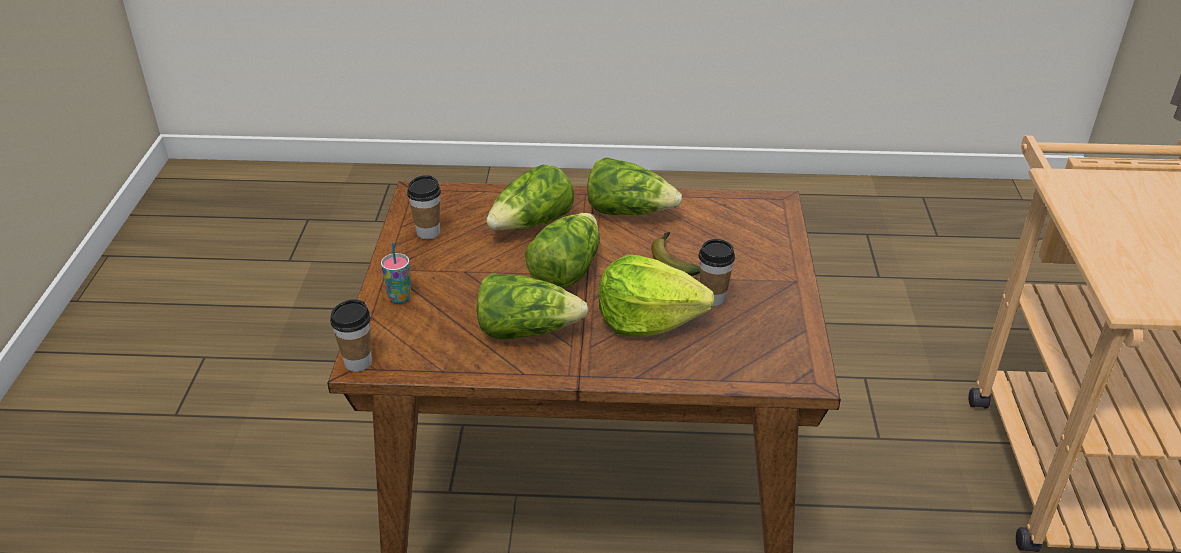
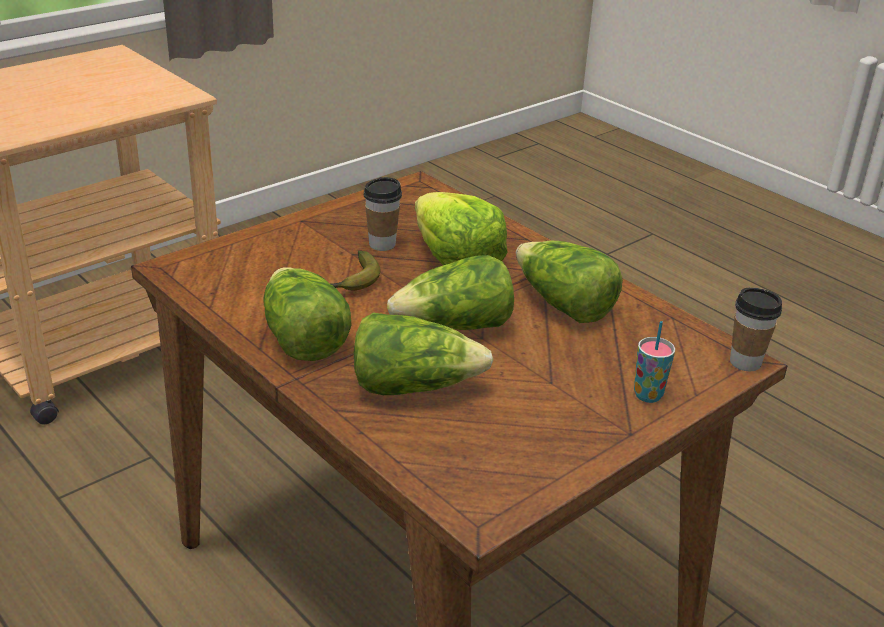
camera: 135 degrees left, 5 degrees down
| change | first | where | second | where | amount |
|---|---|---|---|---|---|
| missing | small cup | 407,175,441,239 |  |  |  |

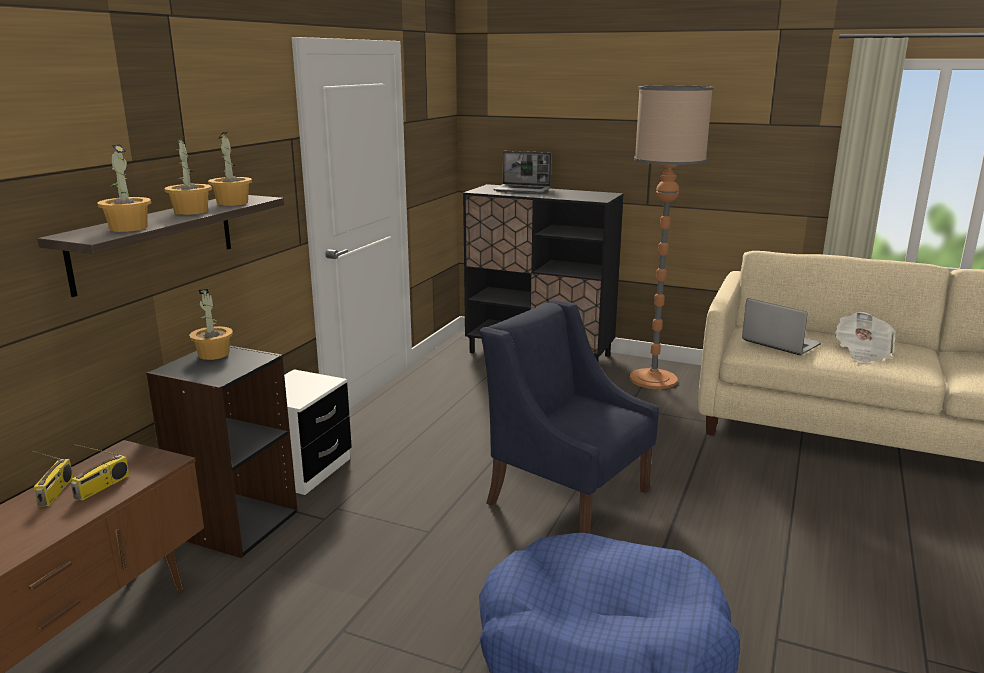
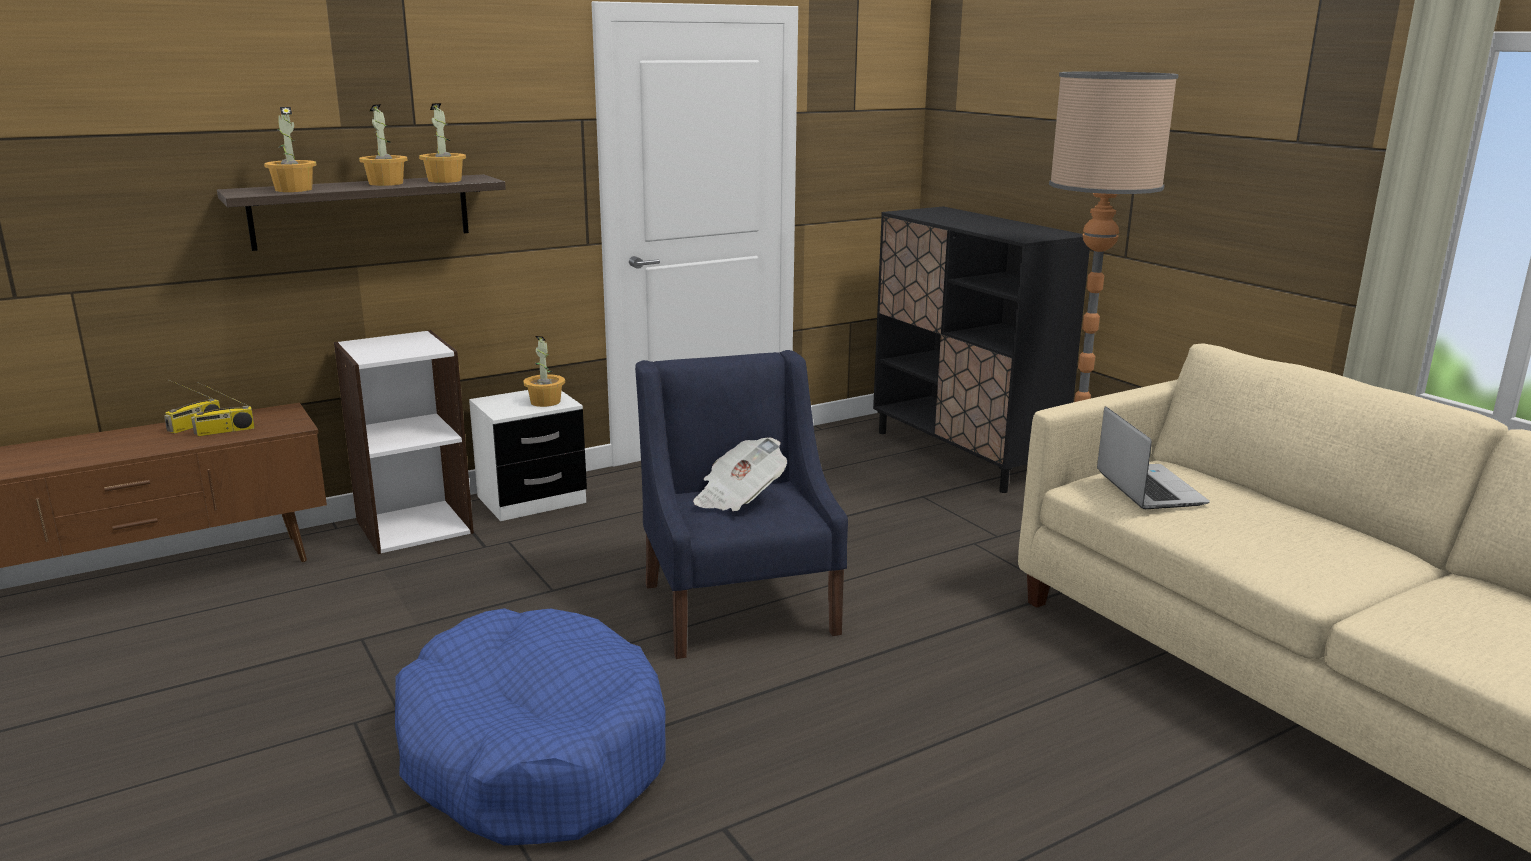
camera: 35 degrees right, 0 degrees up
| change | first | where | second | where | amount |
|---|---|---|---|---|---|
| colour | bookshelf (black) | 146,346,298,558 | bookshelf (whitish) | 334,330,474,554 |  |
| relocated | potted plant | 189,289,233,360 |  | 523,336,565,407 |  |
| relocated | daily paper | 834,312,896,363 |  | 693,438,787,511 |  |
| missing | notebook computer | 493,151,552,193 |  |  |  |

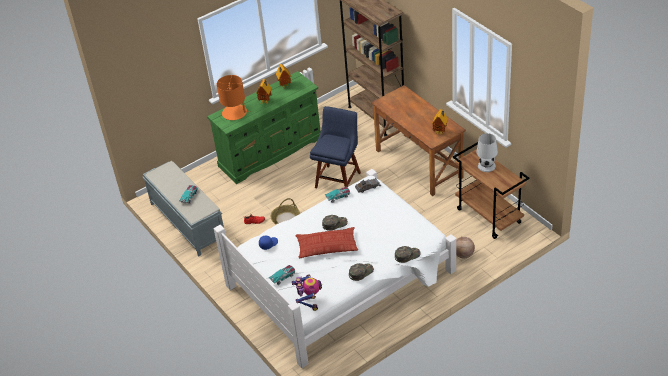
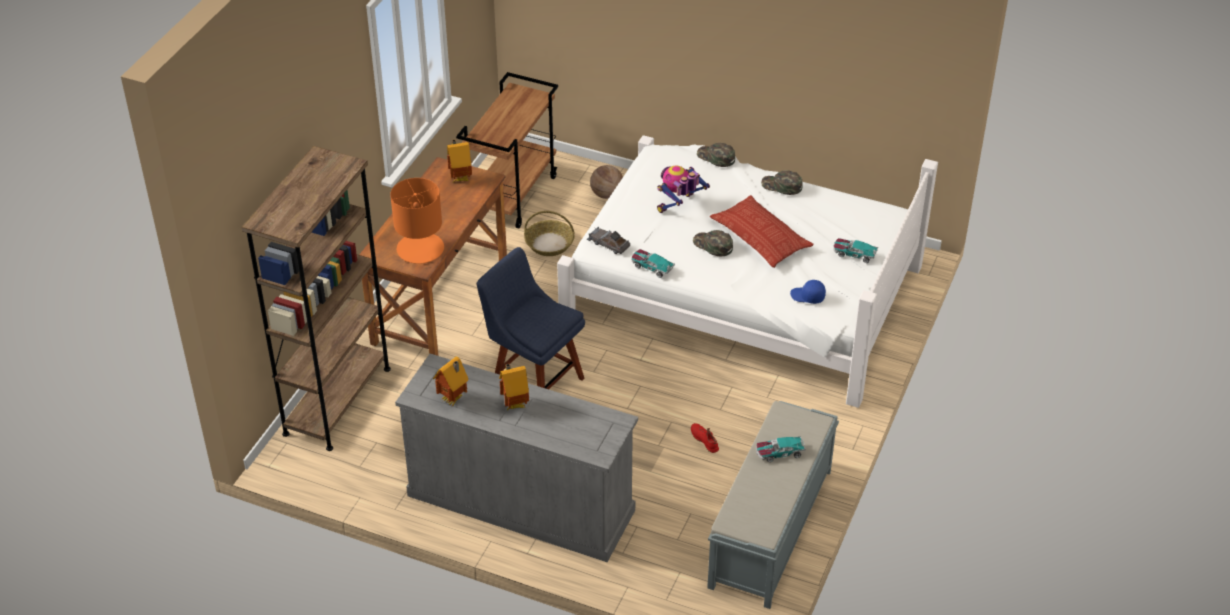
camera: 125 degrees left, 0 degrees up
| change | first | where | second | where | amount |
|---|---|---|---|---|---|
| relocated | table lamp (orangey) | 217,75,250,120 |  | 390,178,444,264 |  |
| colour | dresser (green) | 207,71,321,184 | dresser (greyish) | 395,354,638,562 |  |
| spun | plain chair (blue) | 310,106,361,189 |  | 477,247,585,389 | 45 degrees clockwise |
| relocated | household basket | 271,198,300,225 |  | 524,211,574,256 |  |
| relocated | model robot | 292,275,322,311 |  | 657,166,710,213 |  |
| missing | table lamp (whitish) | 476,133,498,172 |  |  |  |

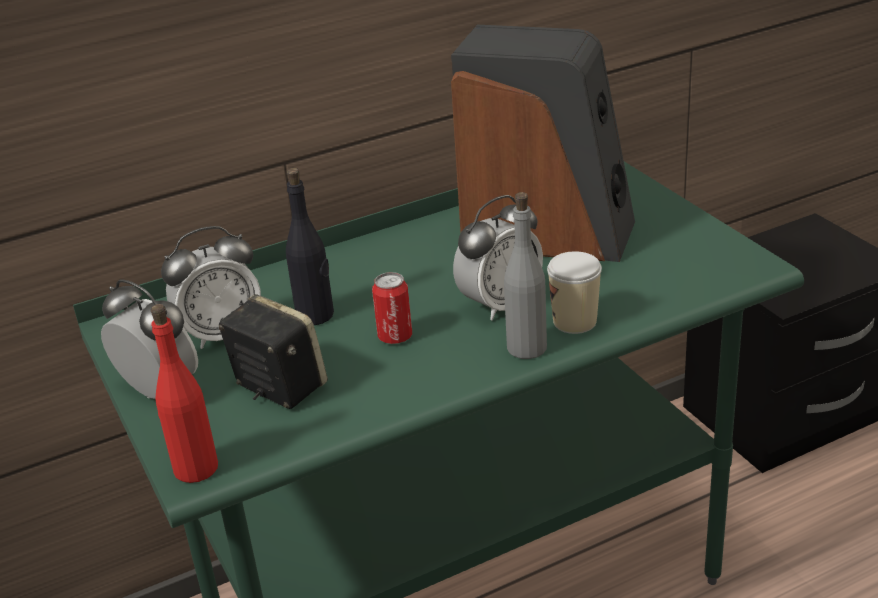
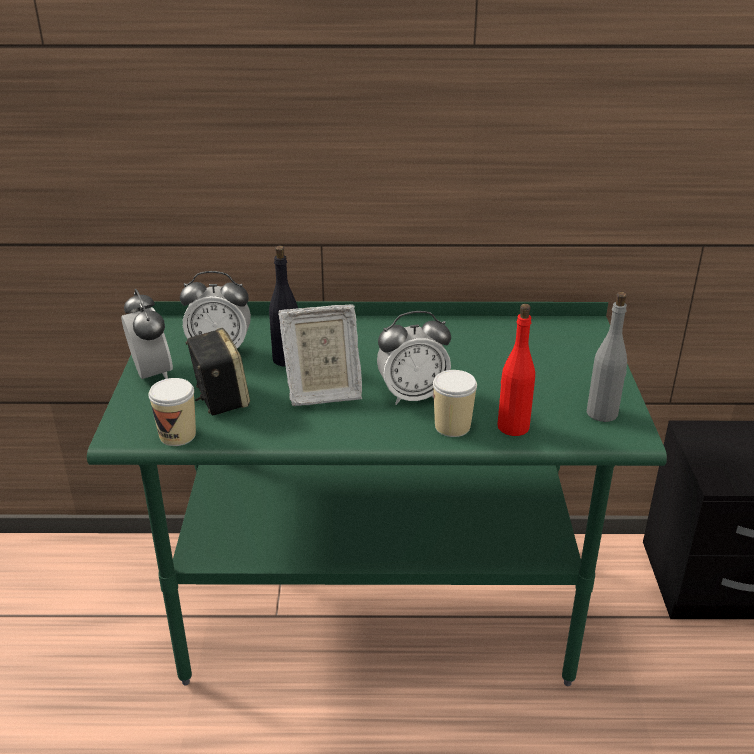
camera: 25 degrees right, 0 degrees up
| change | first | where | second | where | amount |
|---|---|---|---|---|---|
| appeared |  |  | small cup | 149,378,196,446 |  |
| exchanged | metal can | 372,272,412,344 | photo frame | 278,305,362,406 |  |
| relocated | beverage bottle (reddish) | 151,304,218,483 |  | 498,304,535,436 |  |
| relocated | beverage bottle (greyish) | 504,192,547,359 |  | 587,292,627,422 |  |
| missing | audio speaker | 451,25,635,262 |  |  |  |

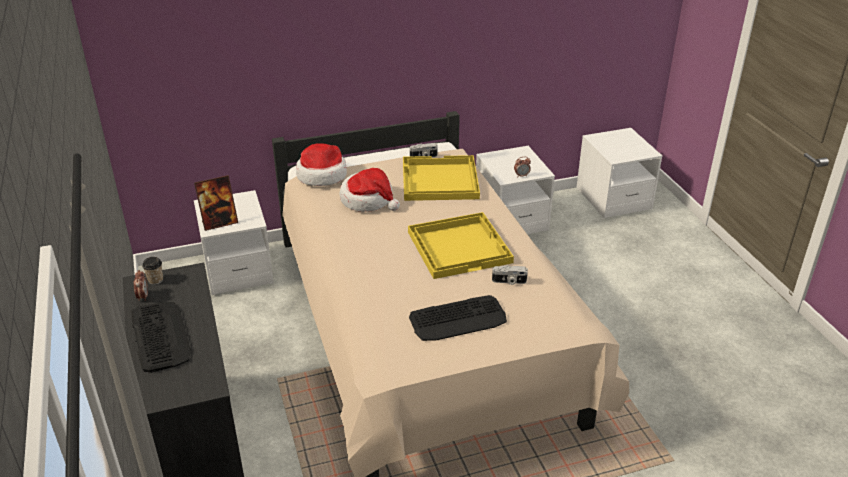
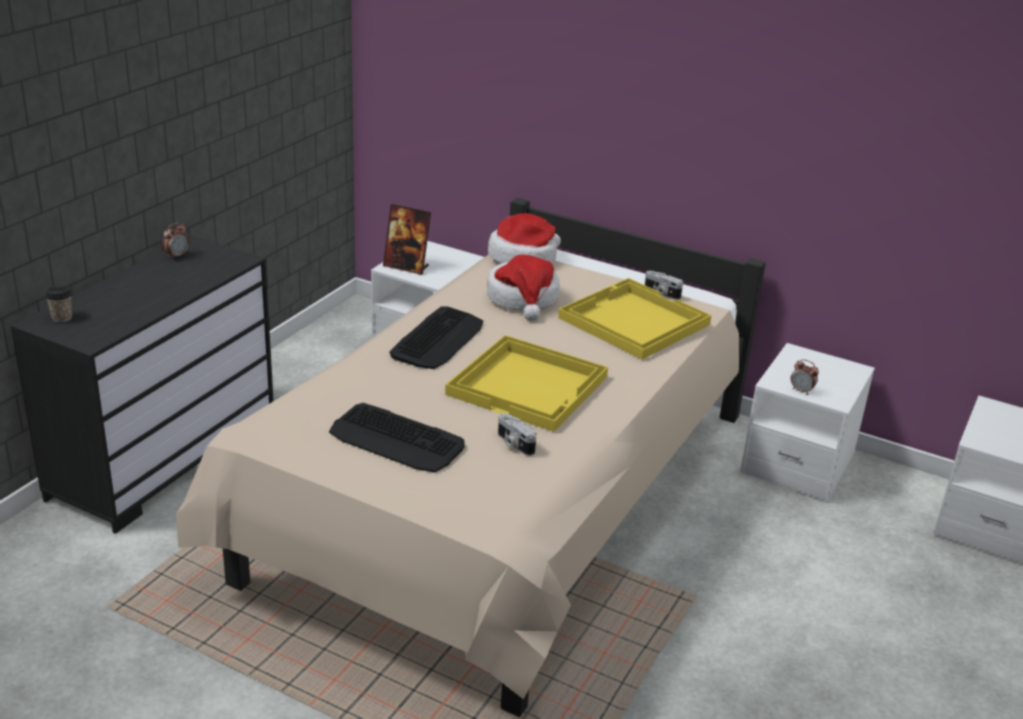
camera: 45 degrees right, 5 degrees down
| change | first | where | second | where | amount |
|---|---|---|---|---|---|
| relocated | small cup | 142,257,163,285 |  | 45,285,72,322 |  |
| relocated | computer keyboard | 131,302,191,373 |  | 389,306,483,369 |  |

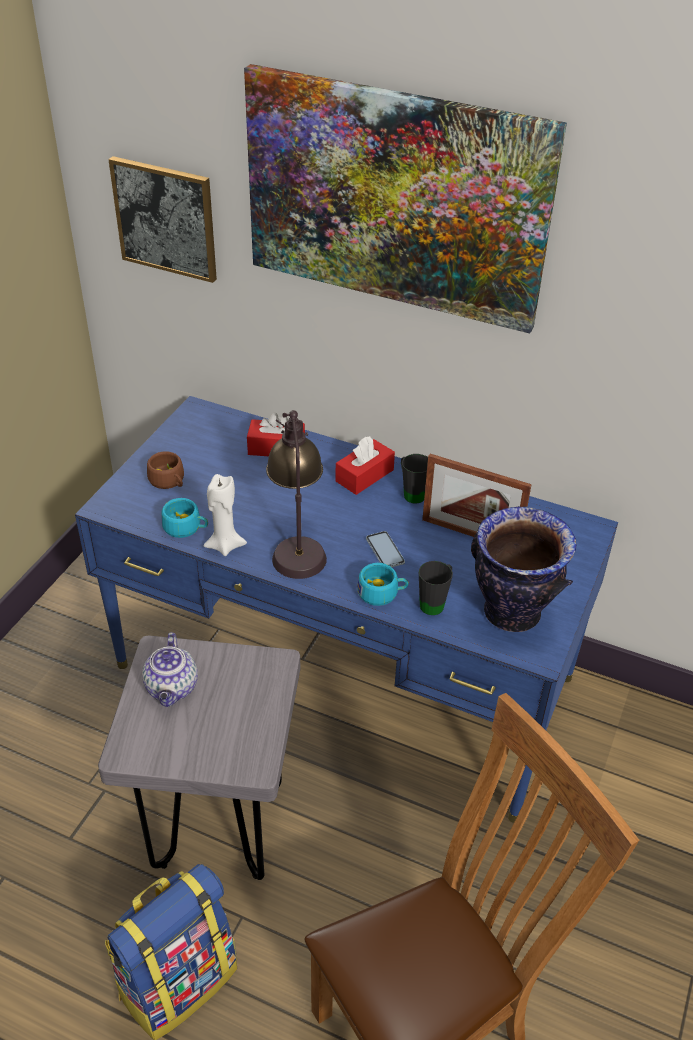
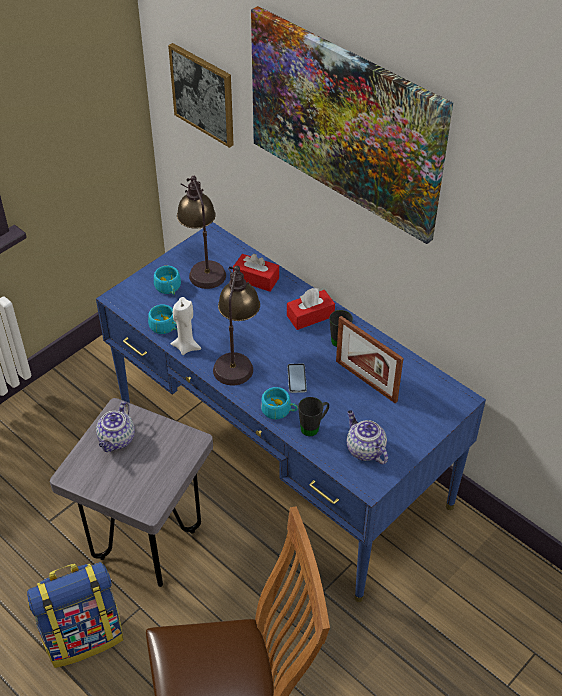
camera: 20 degrees right, 5 degrees up
| change | first | where | second | where | amount |
|---|---|---|---|---|---|
| colour | small cup (brown) | 147,451,184,489 | small cup (turquoise) | 154,266,181,295 |  |
| appeared |  |  | table lamp | 177,176,226,289 |  |
| exchanged | decorative vase | 471,506,576,632 | tea pot | 347,410,388,464 |  |

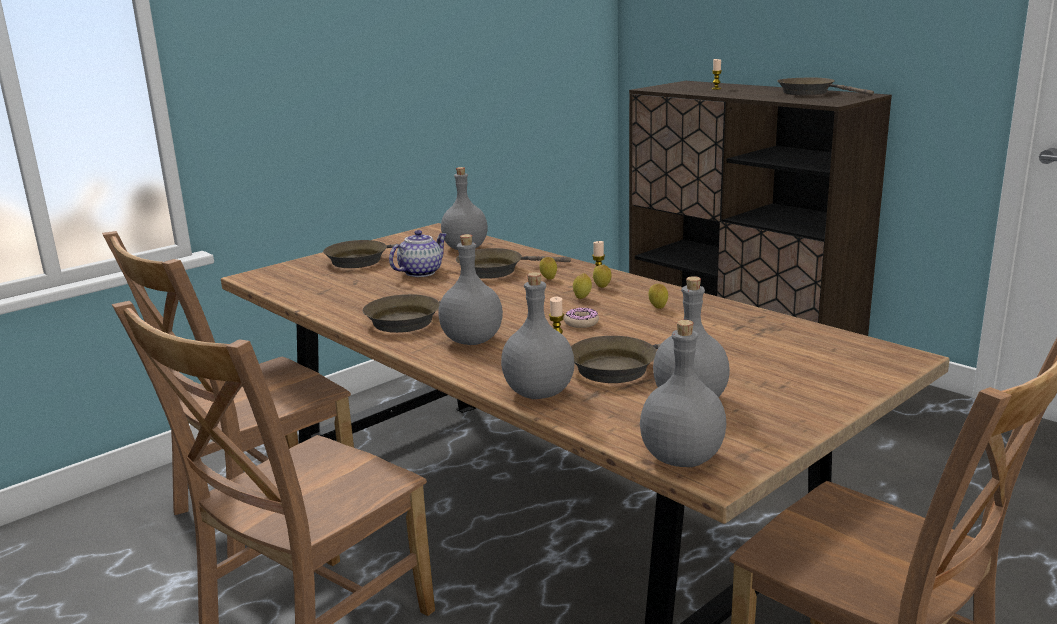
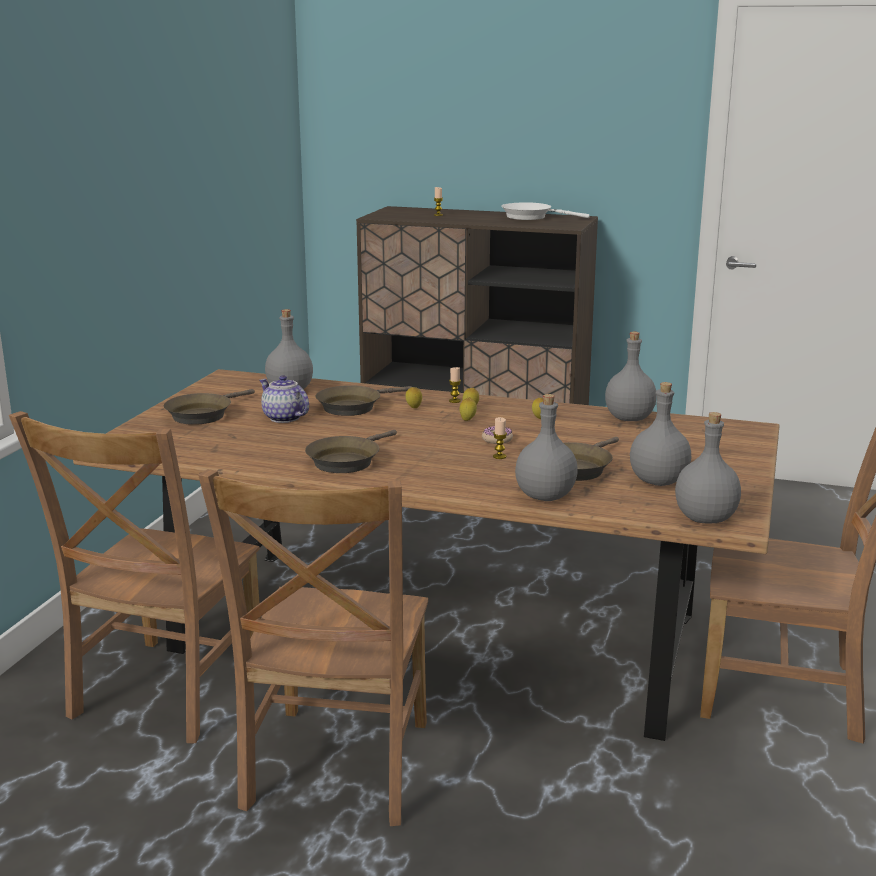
camera: 30 degrees left, 0 degrees up
| change | first | where | second | where | amount |
|---|---|---|---|---|---|
| spun | tea pot | 389,230,447,277 |  | 260,375,309,423 | 60 degrees counterclockwise |
| colour | skillet (brown) | 777,78,874,95 | skillet (whitish) | 501,202,590,220 |  |
| relocated | beverage bottle (greyish) | 438,234,503,345 |  | 605,332,657,421 |  |

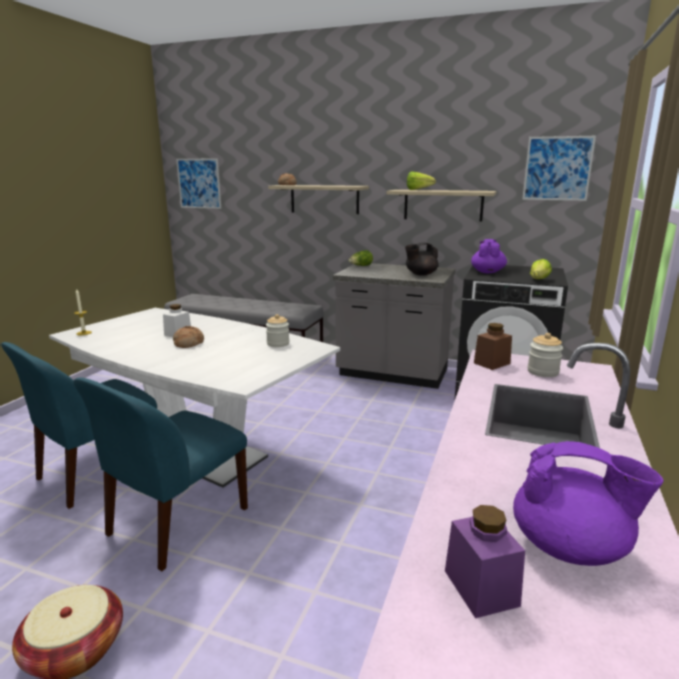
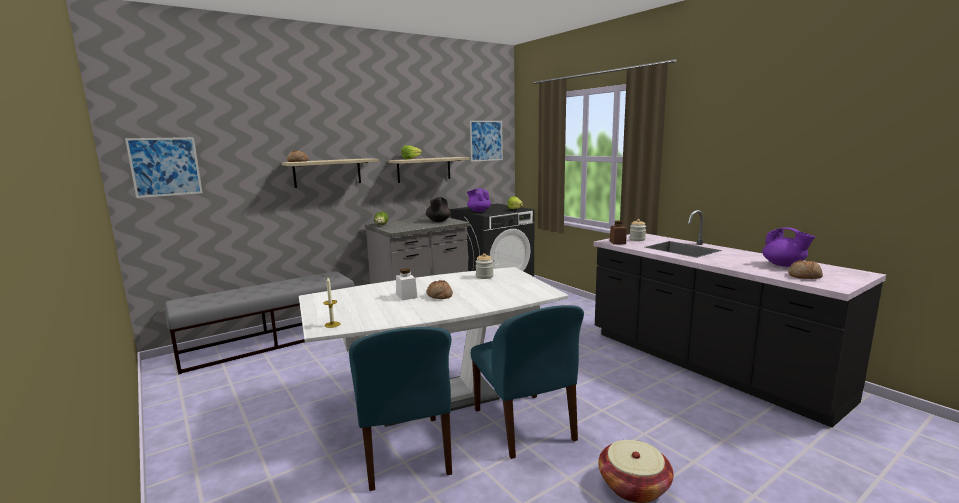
camera: 55 degrees left, 5 degrees down
| change | first | where | second | where | amount |
|---|---|---|---|---|---|
| spun | tea pot (purple) | 513,441,663,566 |  | 762,227,815,267 | 90 degrees clockwise |
| exchanged | storage jar (purple) | 445,505,525,618 | bakery bread | 788,260,823,279 |  |

